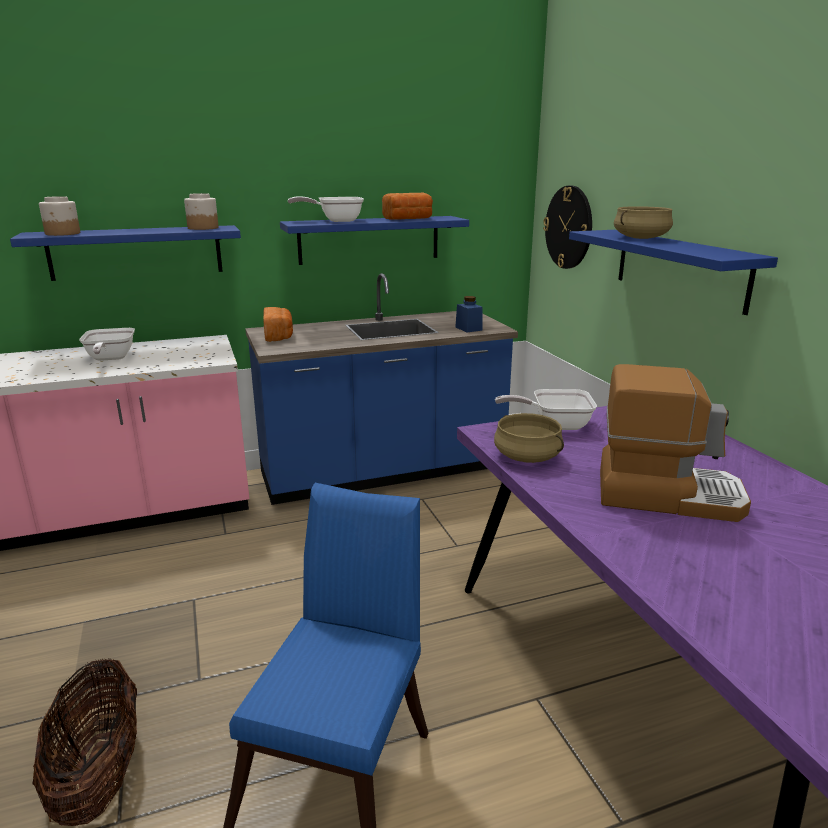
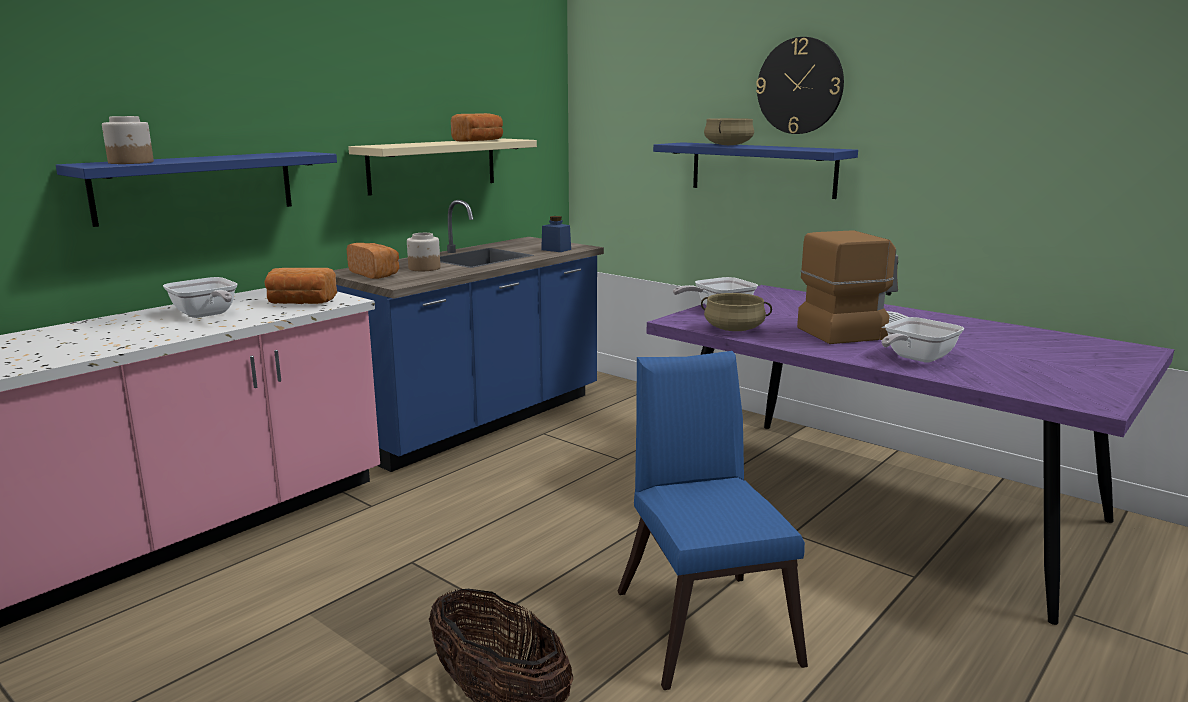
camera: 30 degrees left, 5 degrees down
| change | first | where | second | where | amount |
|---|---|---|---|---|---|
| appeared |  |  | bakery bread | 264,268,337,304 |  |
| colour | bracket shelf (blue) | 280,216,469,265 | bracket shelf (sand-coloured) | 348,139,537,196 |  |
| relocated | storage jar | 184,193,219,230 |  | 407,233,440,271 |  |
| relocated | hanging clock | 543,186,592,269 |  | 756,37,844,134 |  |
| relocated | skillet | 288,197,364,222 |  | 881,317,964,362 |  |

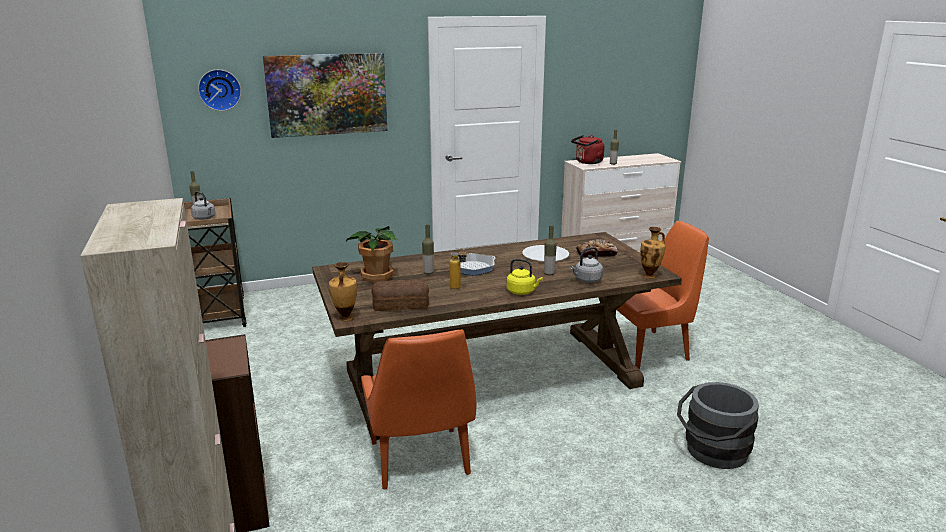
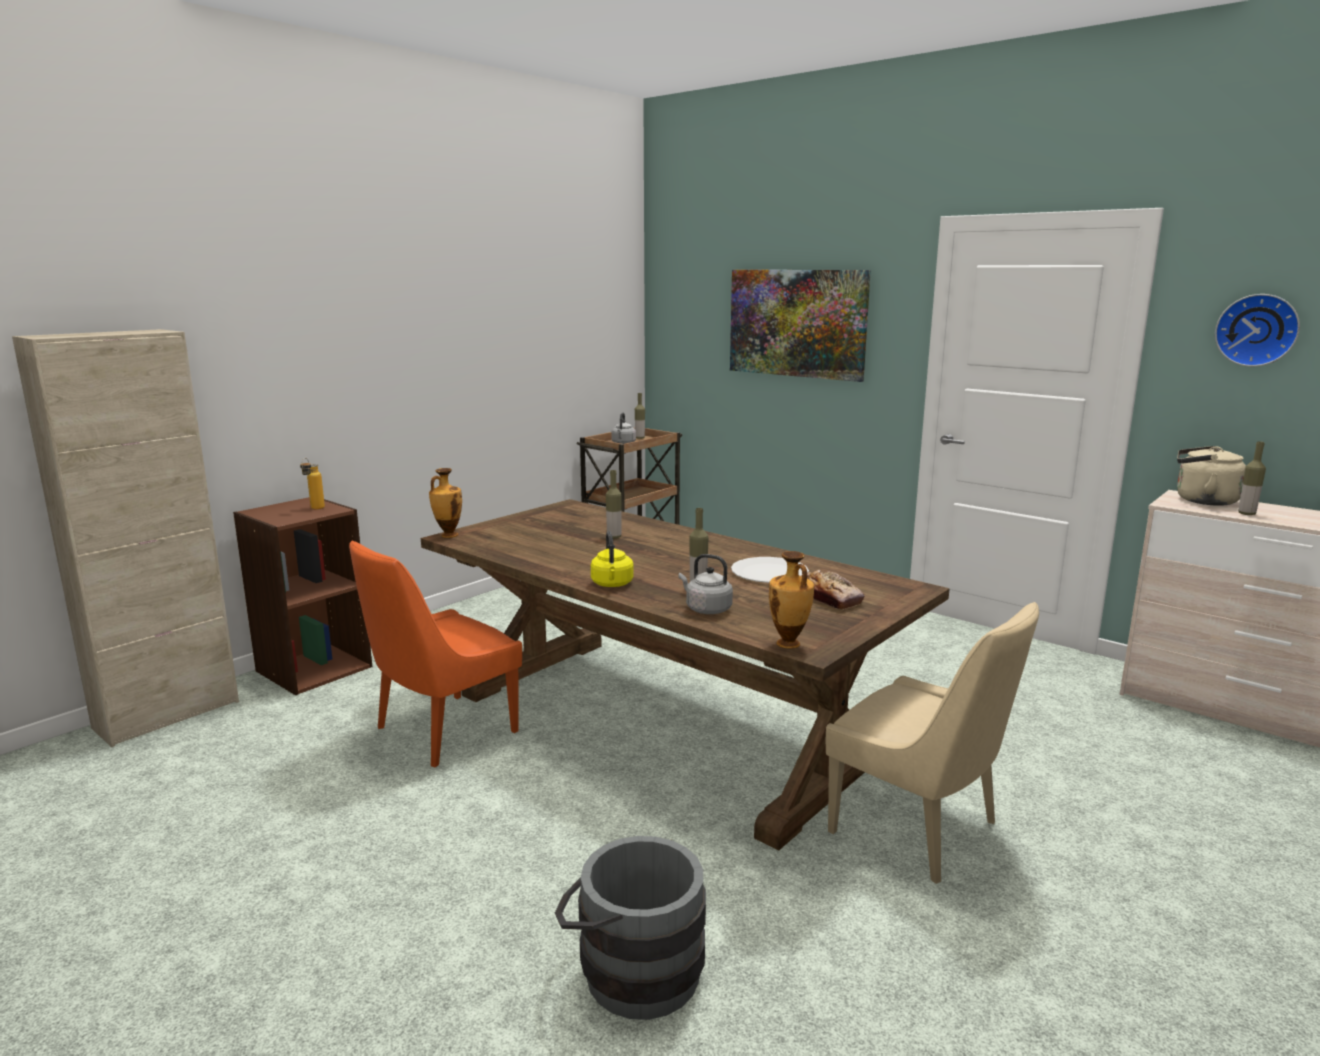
camera: 60 degrees right, 5 degrees down
| change | first | where | second | where | amount |
|---|---|---|---|---|---|
| relocated | beverage bottle | 450,248,467,289 |  | 300,458,325,510 |  |
| colour | plain chair (orangey) | 617,221,709,369 | plain chair (sand-coloured) | 826,602,1039,884 |  |
| colour | tea kettle (reddish) | 571,135,604,164 | tea kettle (sand-coloured) | 1177,446,1246,506 |  |
| relocated | hanging clock | 198,69,241,111 |  | 1215,294,1300,367 |  |
| missing | potted plant | 346,226,397,283 |  |  |  |
| missing | bakery bread | 371,279,429,311 |  |  |  |
| missing | skillet | 458,253,496,276 |  |  |  |

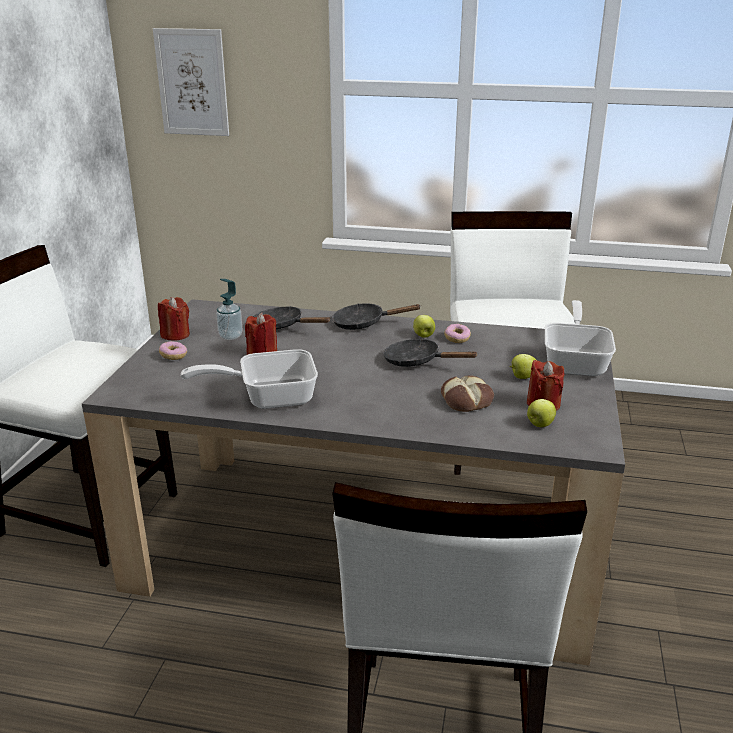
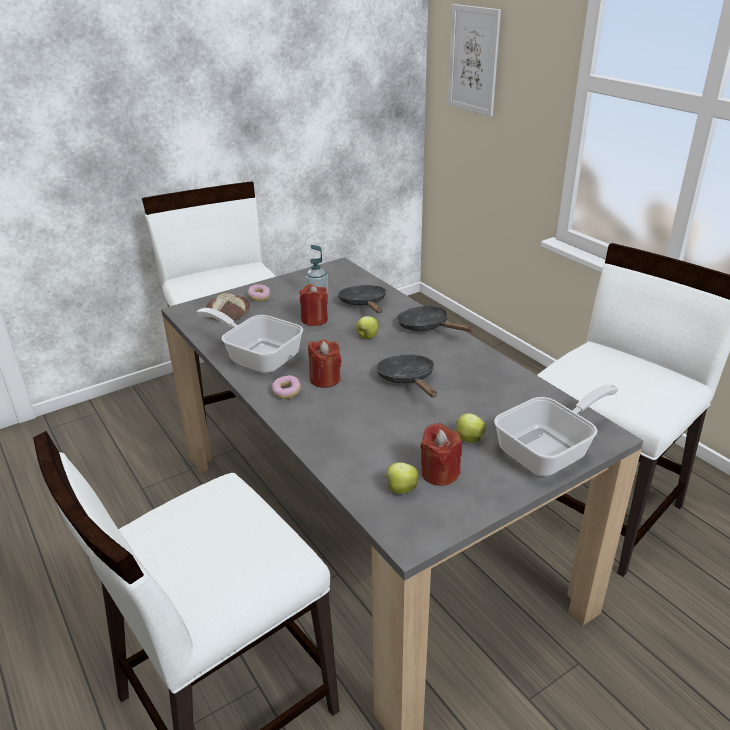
camera: 45 degrees right, 5 degrees up
| change | first | where | second | where | amount |
|---|---|---|---|---|---|
| relocated | bakery bread | 441,375,494,412 |  | 206,292,250,321 |  |
| relocated | donut | 444,324,471,343 |  | 272,375,301,399 |  |
| relocated | wax candle (reddish) | 158,297,190,340 |  | 308,339,341,388 |  |
| relocated | whole apple | 413,315,435,338 |  | 356,316,379,339 |  |

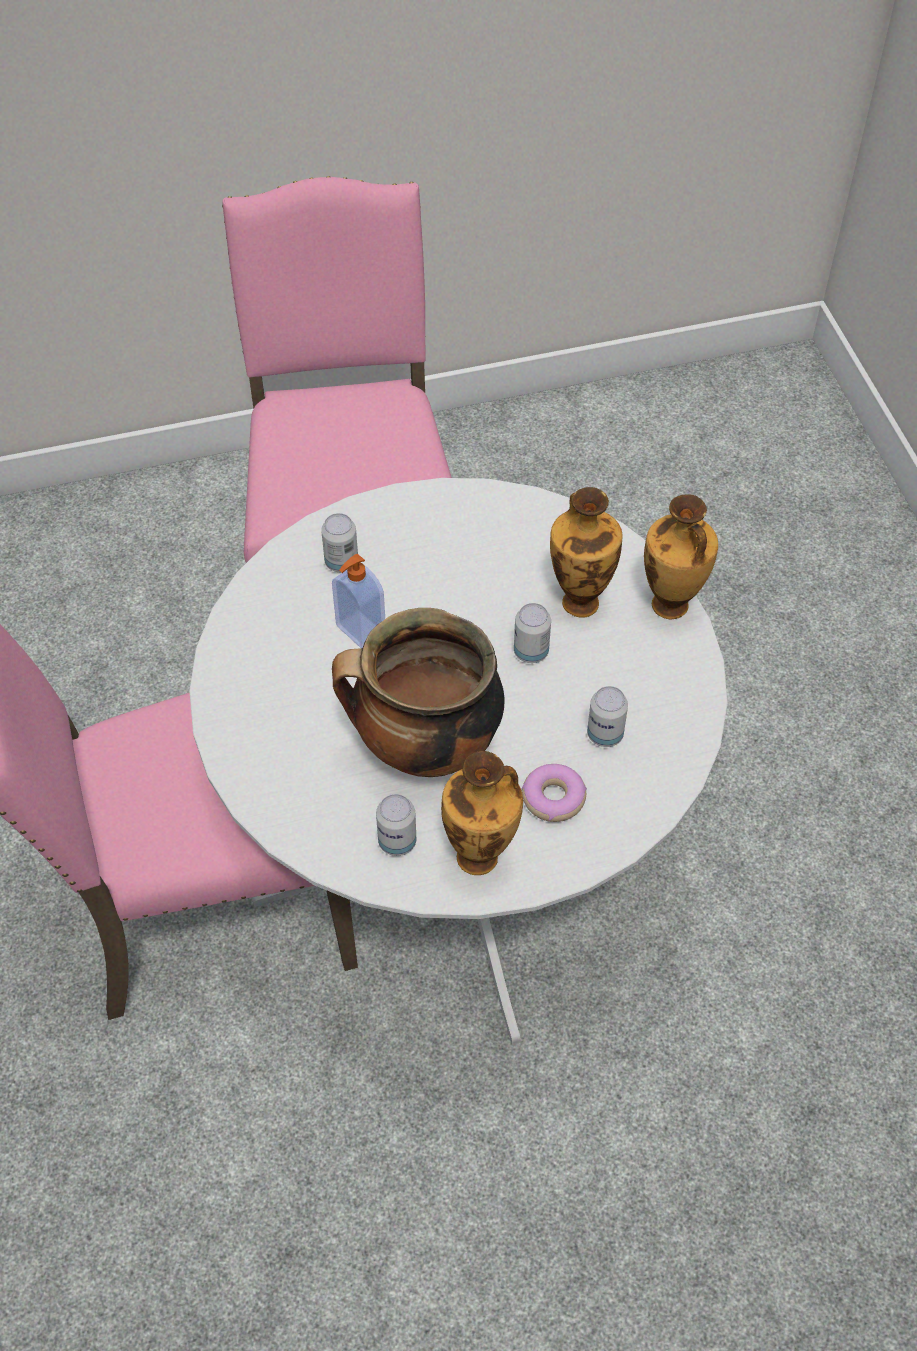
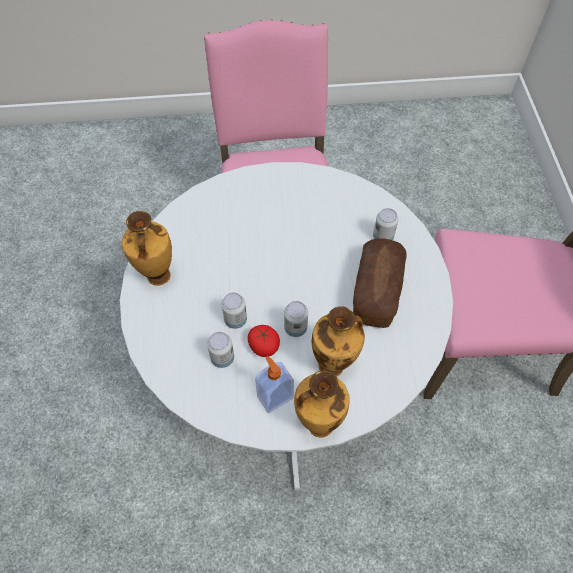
camera: 100 degrees right, 5 degrees up
| change | first | where | second | where | amount |
|---|---|---|---|---|---|
| relocated | metal can | 376,794,416,856 |  | 221,293,247,329 |  |
| appeared |  |  | tomato | 248,325,280,357 |  |
| relocated | soap bottle | 332,554,385,648 |  | 255,356,294,413 |  |
| appeared |  |  | bakery bread | 353,238,407,328 |  |
| missing | saucepot | 332,608,505,777 |  |  |  |
| missing | donut | 521,764,587,822 |  |  |  |

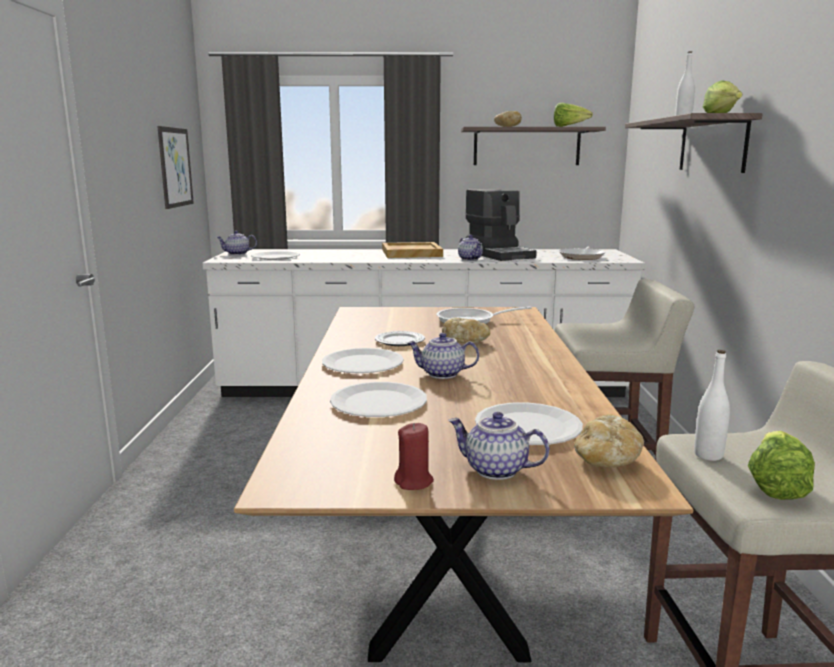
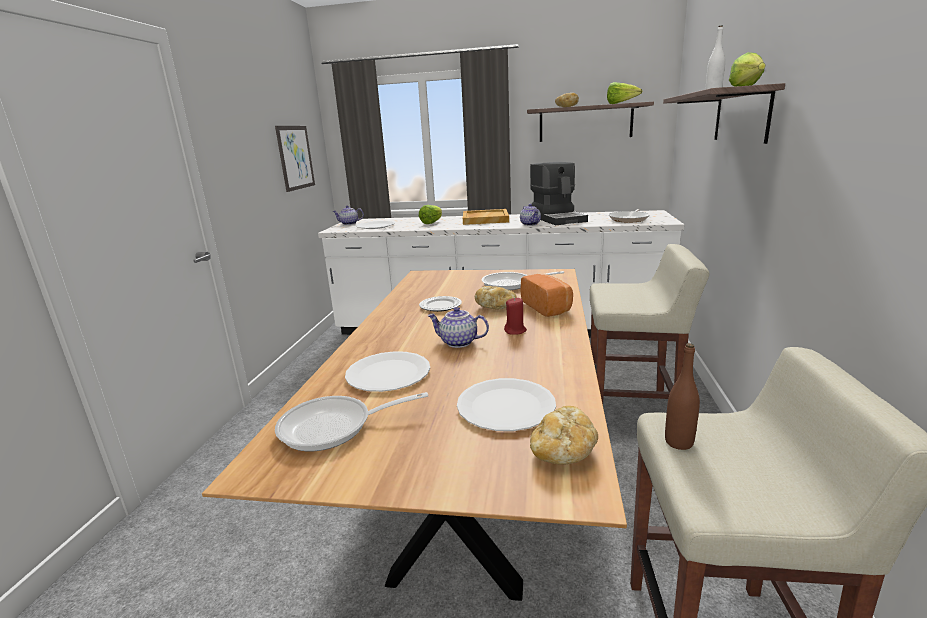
camera: 10 degrees right, 5 degrees up
| change | first | where | second | where | amount |
|---|---|---|---|---|---|
| appeared |  |  | skillet | 275,392,428,451 |  |
| relocated | lettuce head | 748,431,815,500 |  | 419,205,442,224 |  |
| relocated | wax candle (reddish) | 394,423,434,490 |  | 504,297,527,335 |  |
| appeared |  |  | bakery bread | 520,274,573,317 |  |
| colour | beverage bottle (whitish) | 694,350,730,461 | beverage bottle (brown) | 665,343,700,450 |  |
| missing | dinner plate (whitish) | 322,348,404,373 |  |  |  |
| missing | tea pot | 448,412,549,480 |  |  |  |

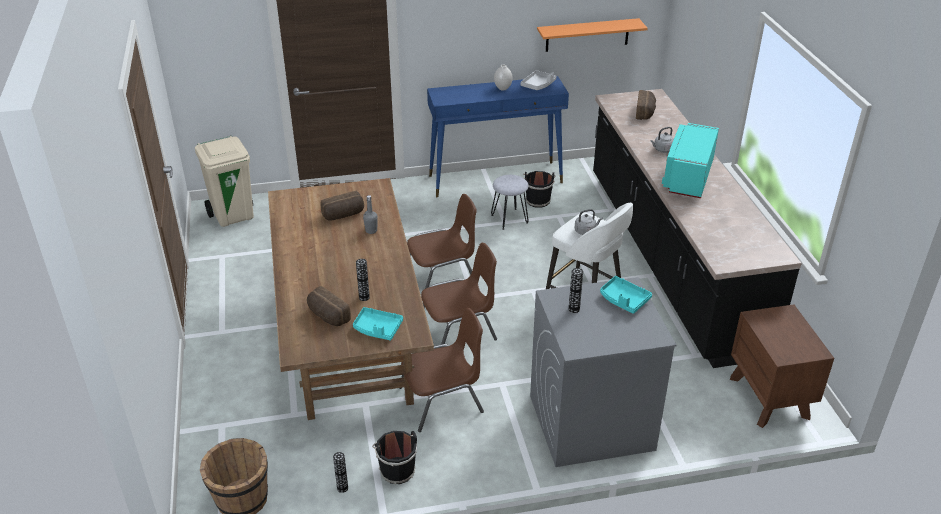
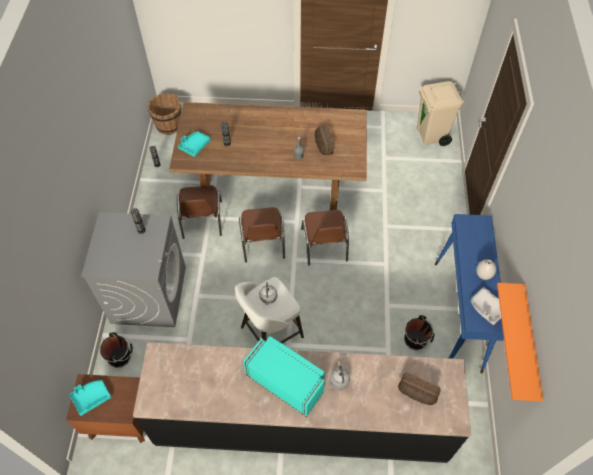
camera: 105 degrees right, 20 degrees up
| change | first | where | second | where | amount |
|---|---|---|---|---|---|
| relocated | carrying tray (turquoise) | 600,276,652,314 |  | 69,380,111,416 |  |
| relocated | bucket (black) | 372,431,417,484 |  | 100,332,133,368 |  |
| missing | bakery bread | 307,286,351,326 |  |  |  |
| missing | stool (greyish) | 491,175,529,230 |  |  |  |

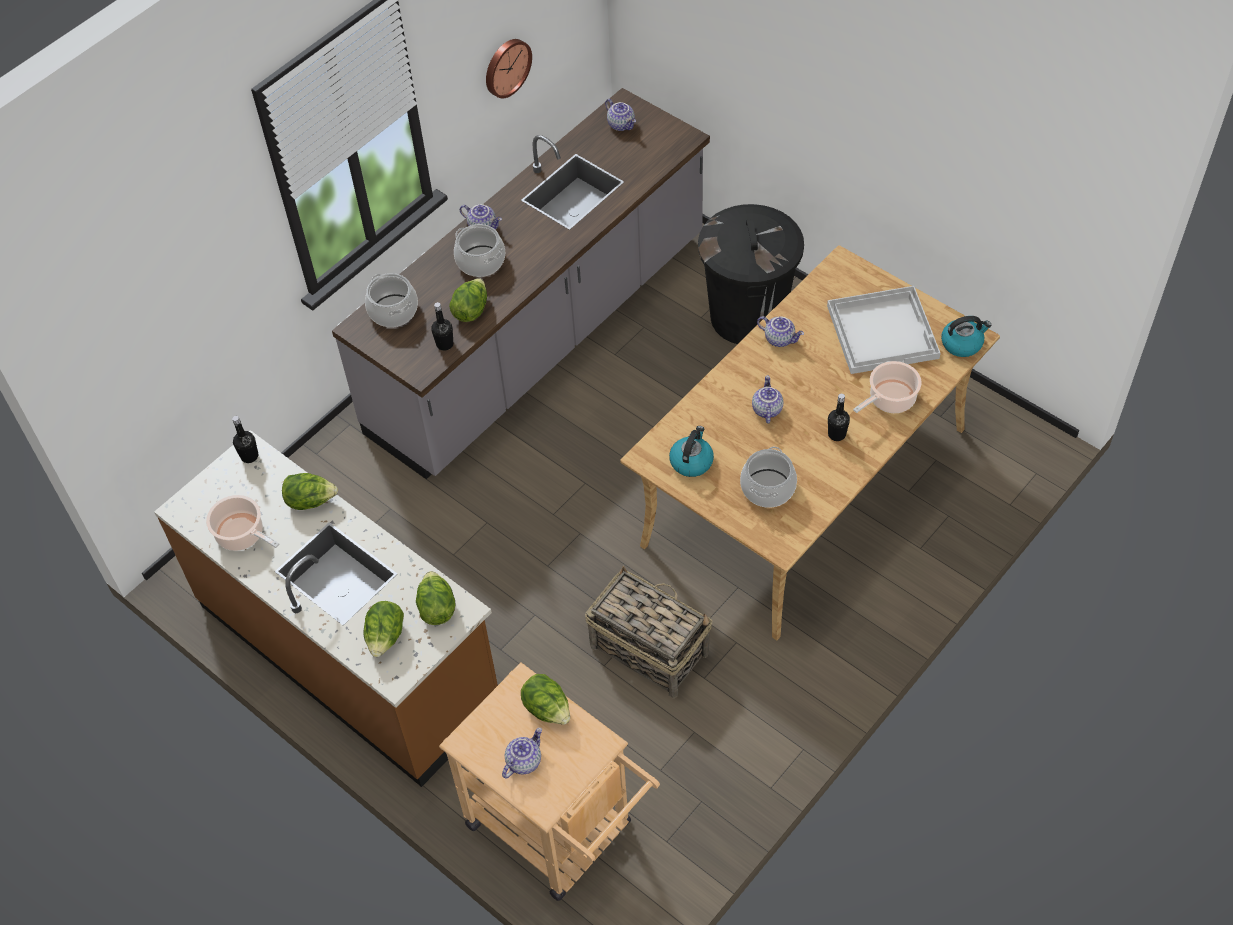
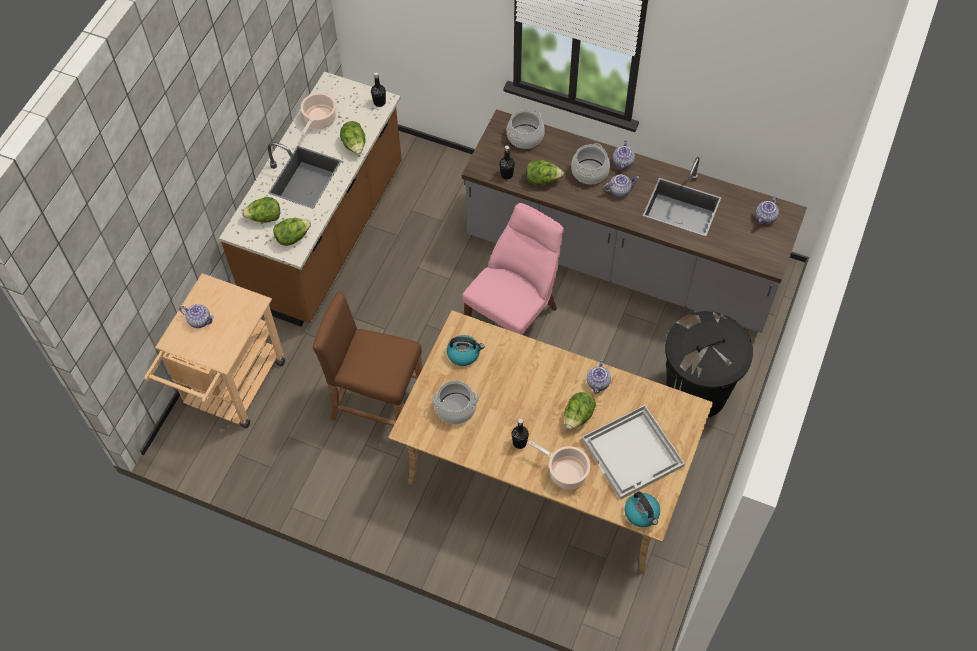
camera: 70 degrees right, 5 degrees up
| change | first | where | second | where | amount |
|---|---|---|---|---|---|
| exchanged | household basket | 585,566,712,698 | stool (brown) | 313,292,423,426 |  |
| appeared |  |  | plain chair (pink) | 462,203,564,335 |  |
| relocated | lettuce head | 521,674,570,724 |  | 565,392,596,430 |  |
| relocated | tea pot | 752,375,783,423 |  | 603,175,639,197 |  |
| missing | hanging clock | 486,39,532,98 |  |  |  |

